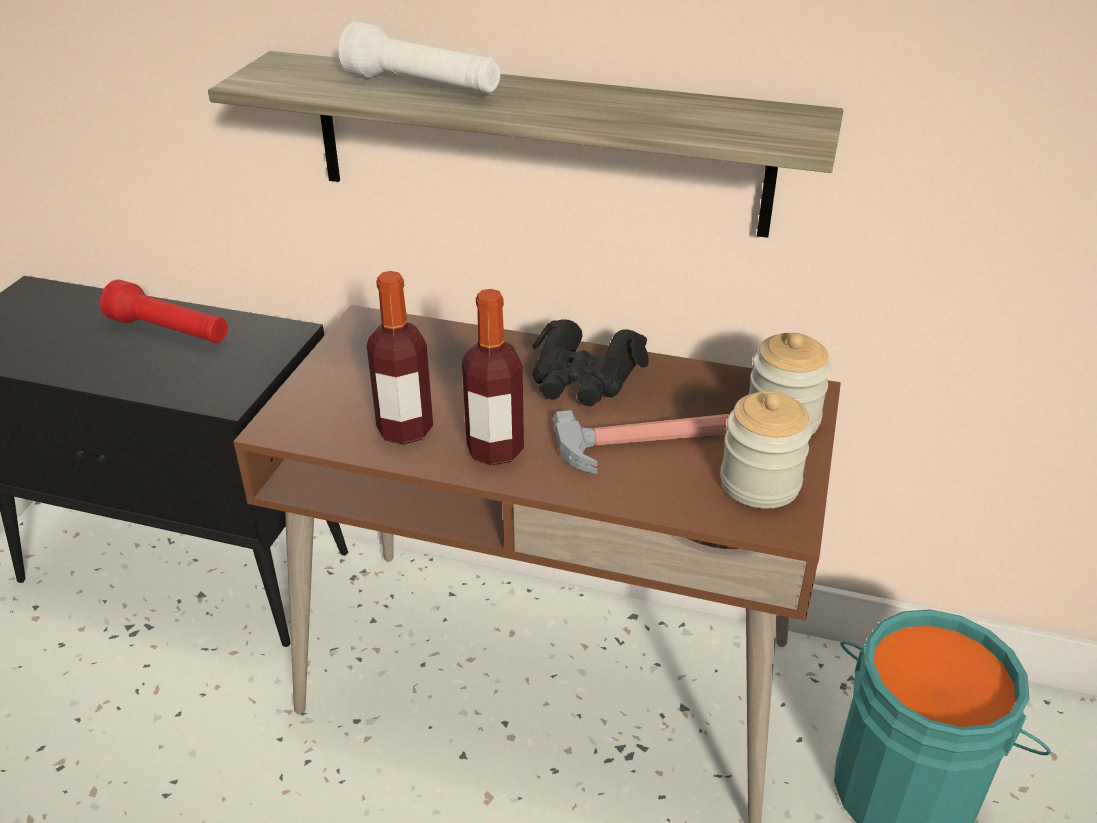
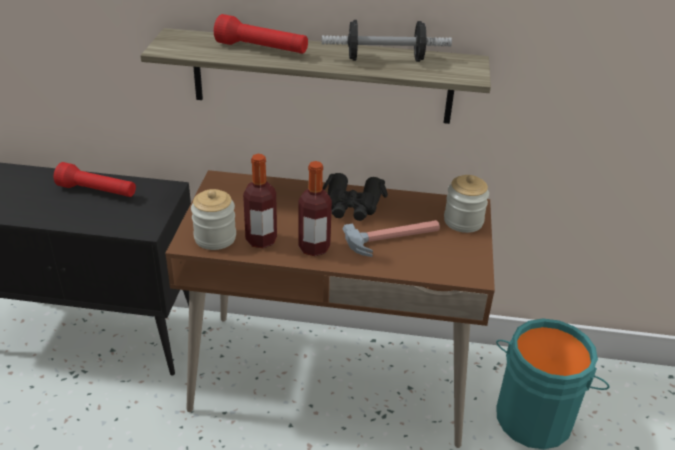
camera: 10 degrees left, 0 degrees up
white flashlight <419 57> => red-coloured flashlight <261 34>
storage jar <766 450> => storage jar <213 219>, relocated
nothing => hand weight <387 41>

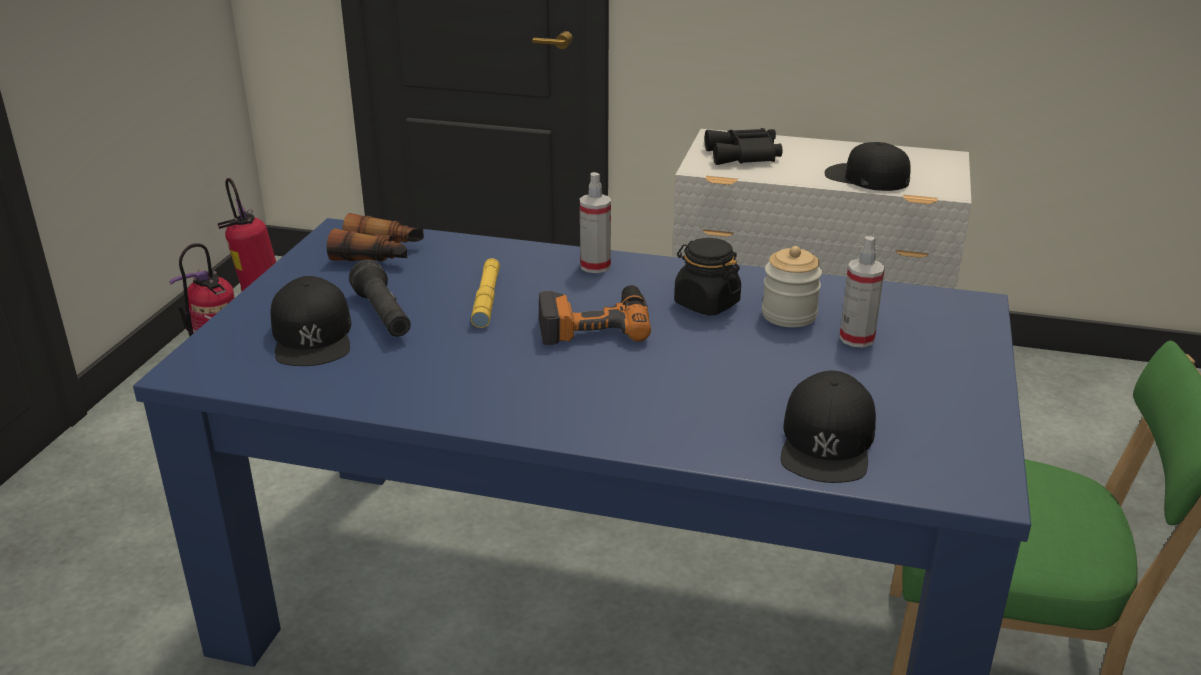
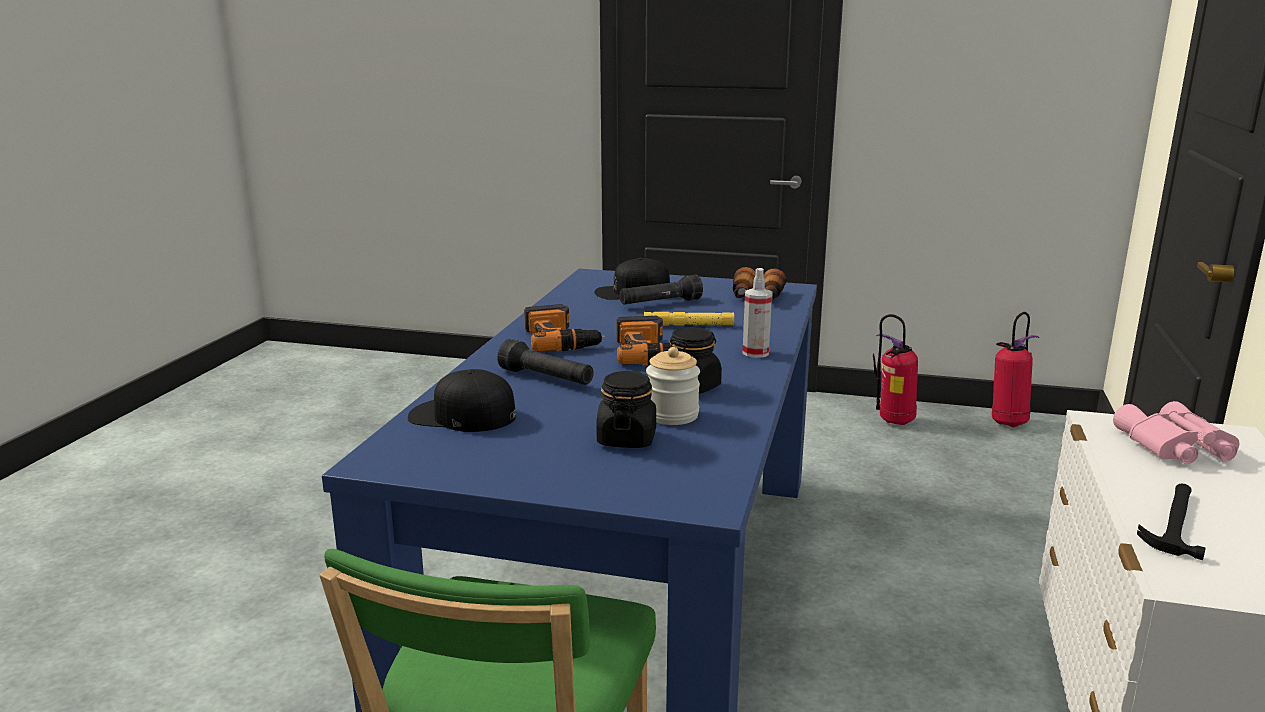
camera: 90 degrees right, 10 degrees down
black binoculars <743 146> => pink-coloured binoculars <1176 432>
black cap <868 166> => hammer <1171 522>
spray bottle <862 292> => black storage jar <626 409>
nothing => power drill <564 328>
nothing => black flashlight <545 362>

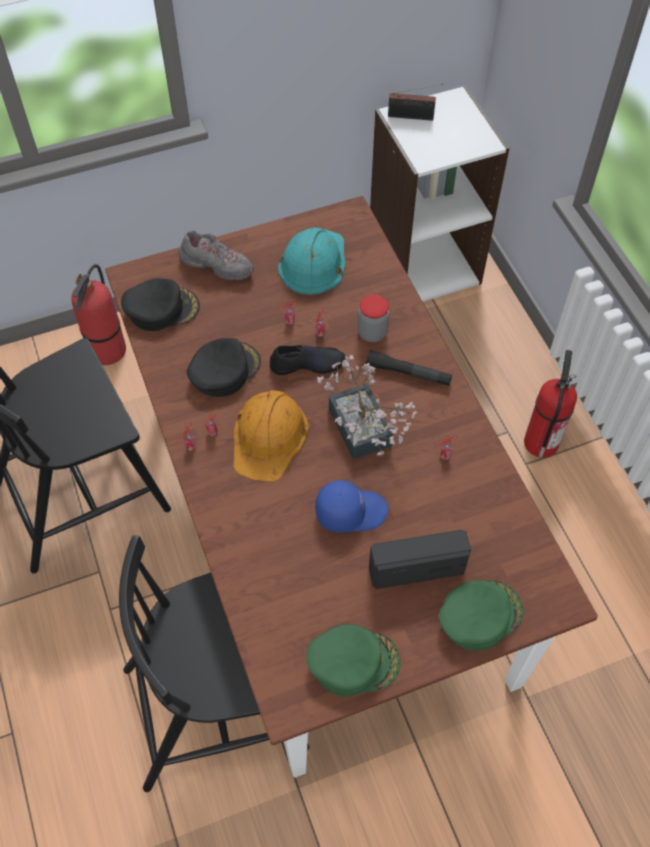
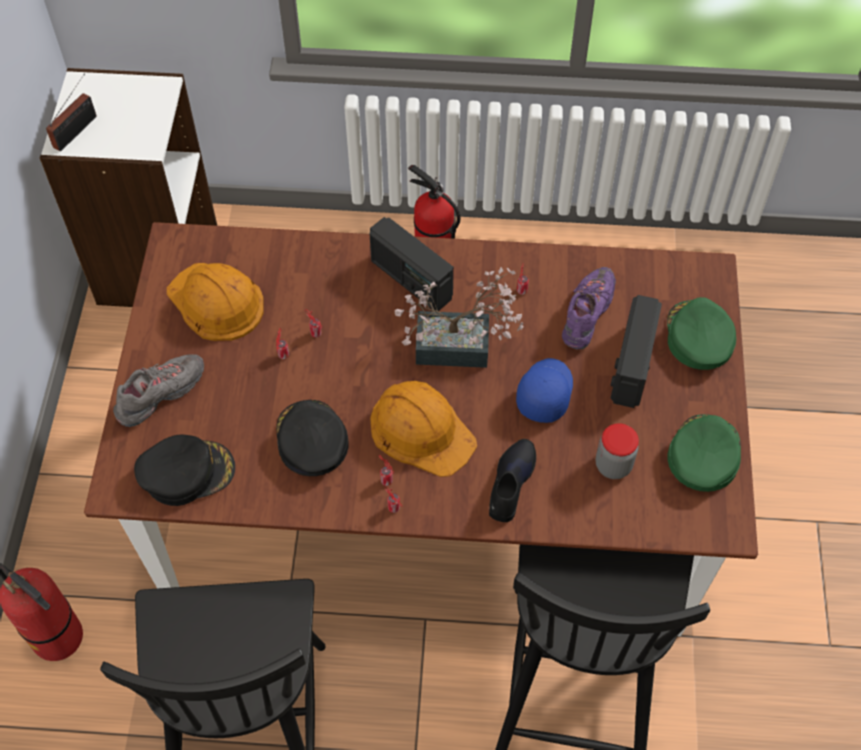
camera: 65 degrees left, 0 degrees up
turquoise-coloured hard hat <311 261> => orange-coloured hard hat <215 302>
black cap <160 304> => black cap <184 470>, 60 degrees clockwise
storage jar <373 318> => storage jar <617 451>, relocated
black shoe <307 360> => black shoe <512 480>, relocated
black flashlight <409 368> => radio set <412 264>
nothing => purple shoe <589 308>

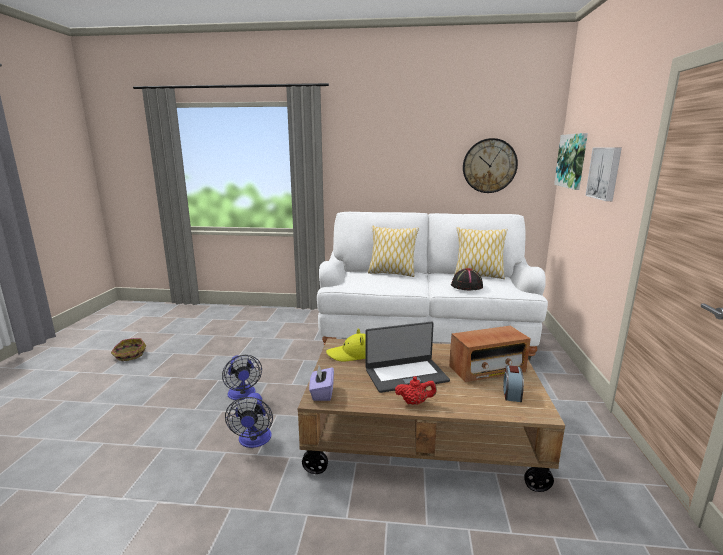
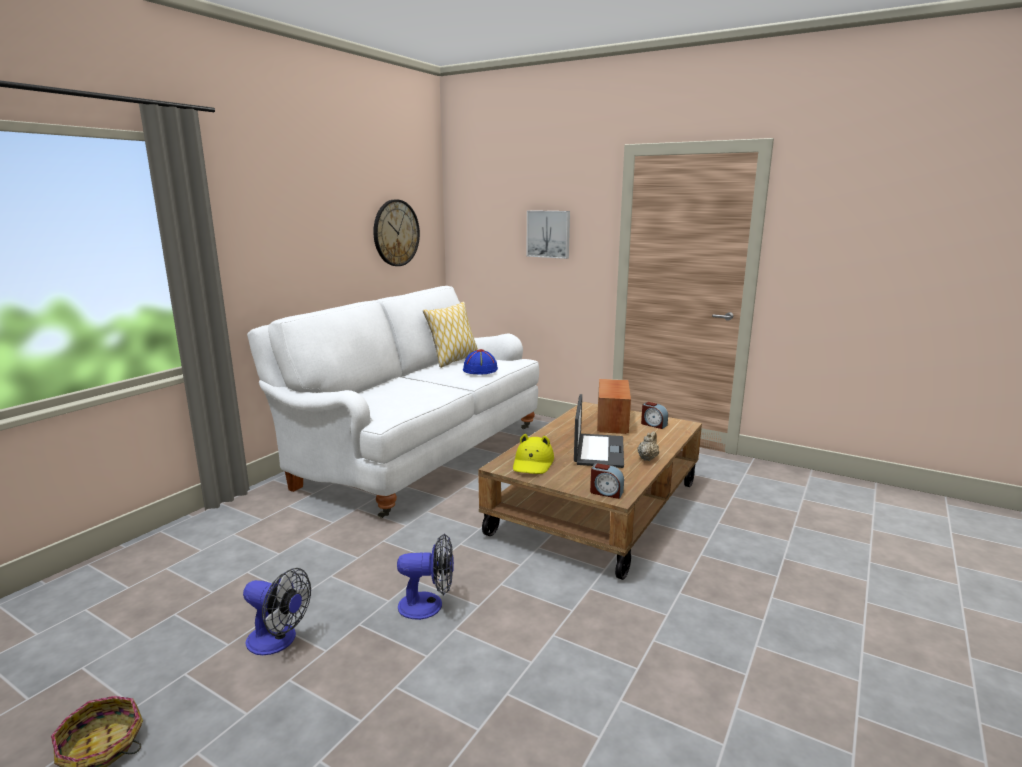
camera: 65 degrees left, 0 degrees up
wall art <571 161> => nothing
pillow <393 251> => nothing
black clothing hat <467 279> => bluish clothing hat <480 362>
purple box of tissues <321 383> => bedside clock <607 481>
red-coloured teapot <416 391> => beige-coloured teapot <648 446>
cooling fan <249 420> => cooling fan <277 611>, relocated

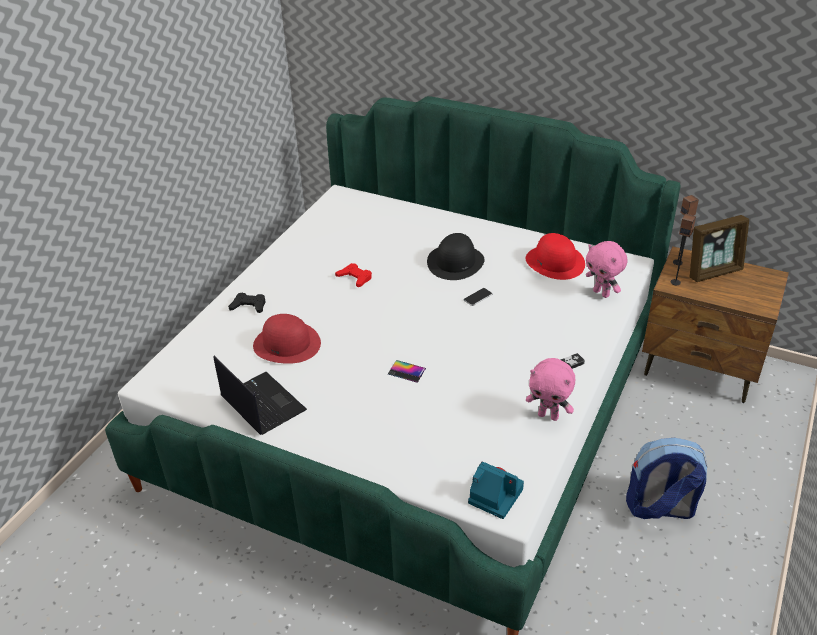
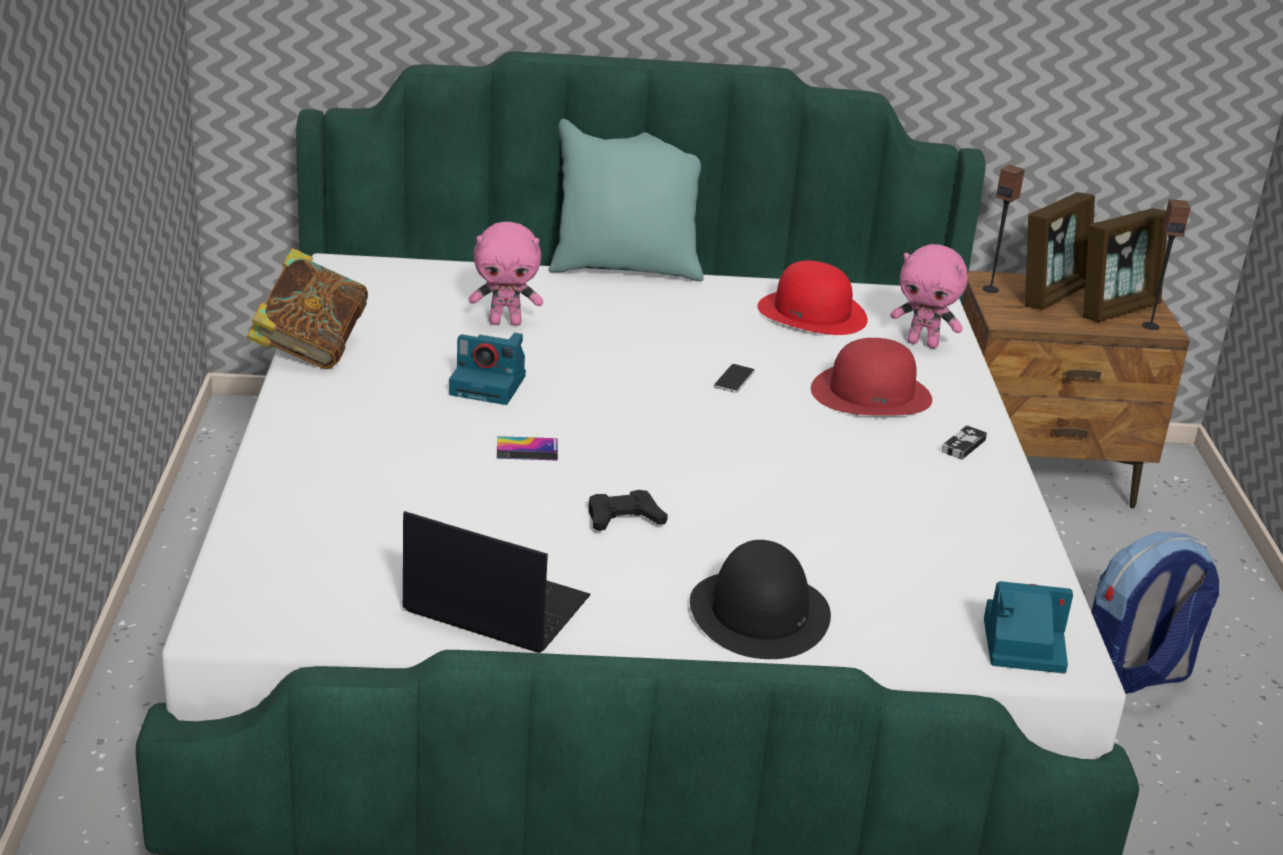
camera: 30 degrees left, 10 degrees down
speaker <683 249> => speaker <1166 264>, relocated
black clothing hat <456 256> => black clothing hat <760 599>, relocated
red-coloured game controller <353 275> => still camera <487 369>
black game controller <247 303> => black game controller <628 510>, relocated
red-coloured clothing hat <287 339> => red-coloured clothing hat <871 377>, relocated
pink-coloured cuddly toy <550 389> => pink-coloured cuddly toy <506 274>, relocated
telephone <407 371> => telephone <527 448>, relocated
nothing => turquoise-coloured pillow <626 200>
nothing => picture frame <1125 265>
nothing => volume <307 308>

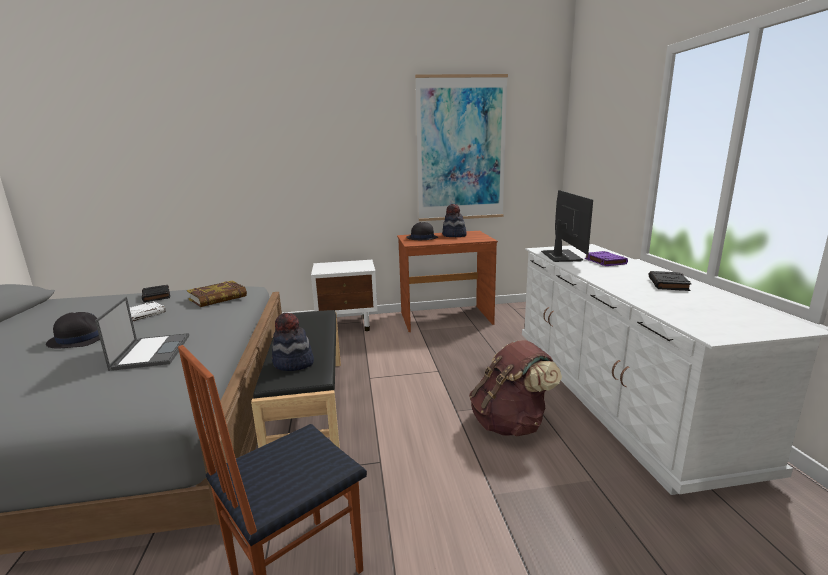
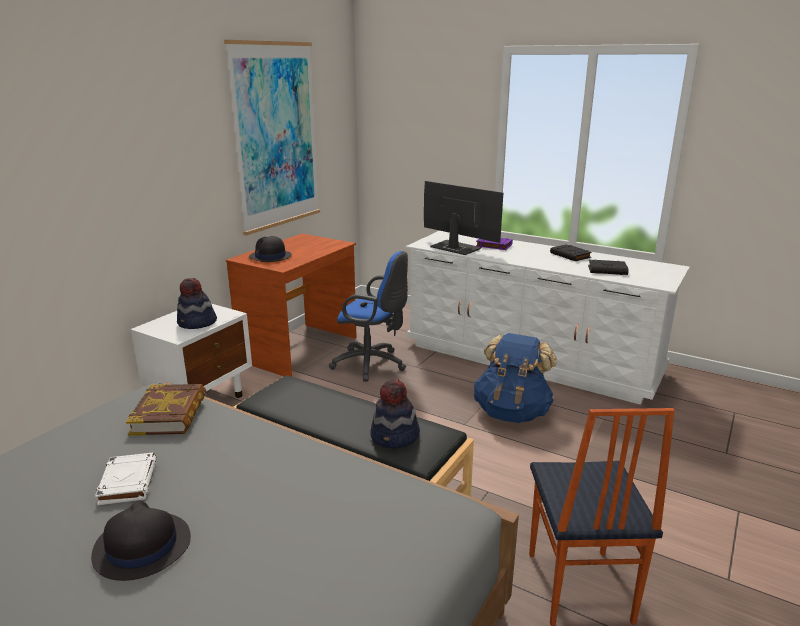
camera: 50 degrees left, 5 degrees up
clothing hat <454 220> => clothing hat <197 303>, relocated
black volume <156 293> => black volume <608 267>, relocated
laptop <142 334> => nothing
brownish backpack <515 388> => bluish backpack <515 378>
nothing => bluish desk chair <368 316>

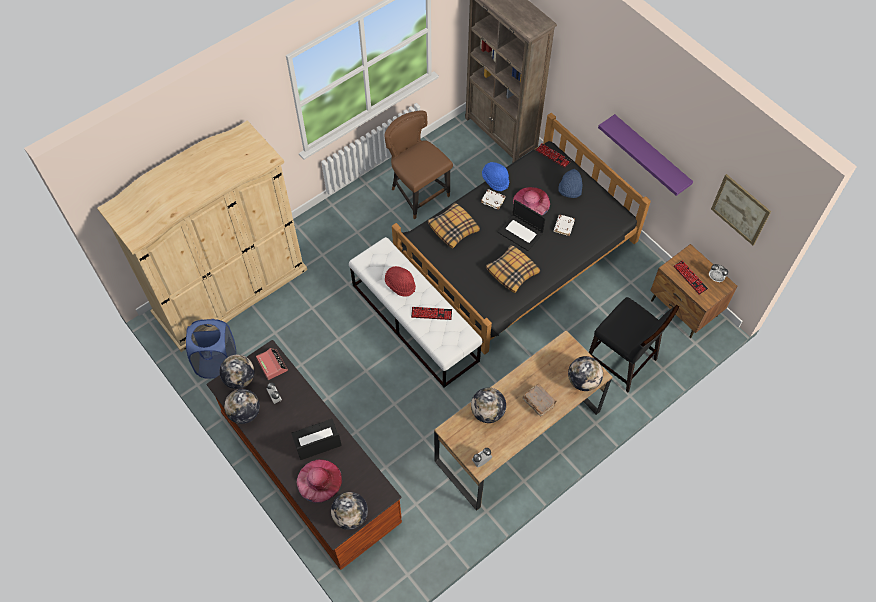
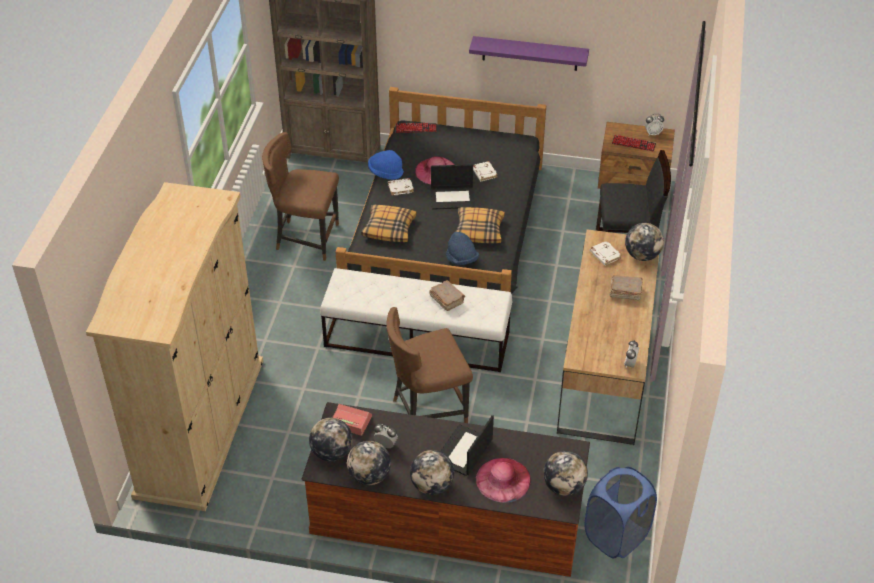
camera: 40 degrees left, 15 degrees down
bluish clothing hat <570 183> => bluish clothing hat <462 248>, relocated
wall art <741 209> => nothing
red-coloured clothing hat <400 281> => nothing
computer keyboard <431 313> => brownish volume <447 295>
bluish hamper <211 348> => bluish hamper <621 512>, relocated
desk globe <488 405> => desk globe <432 472>, relocated
nothing => white volume <606 253>
nothing => brownish plain chair <429 365>

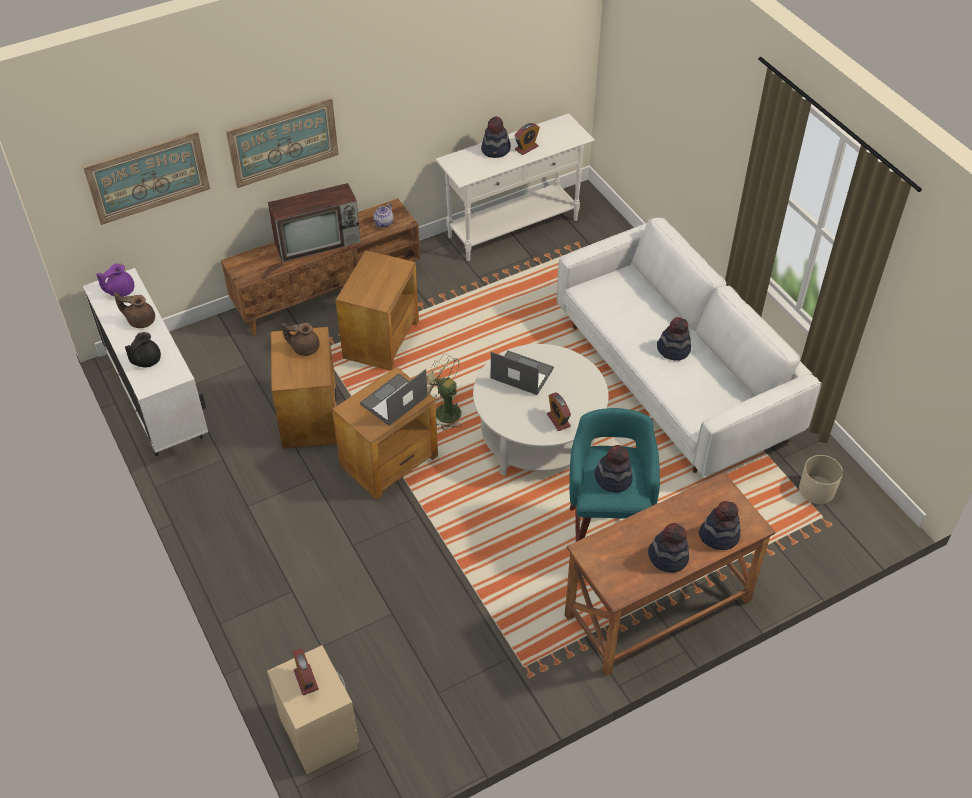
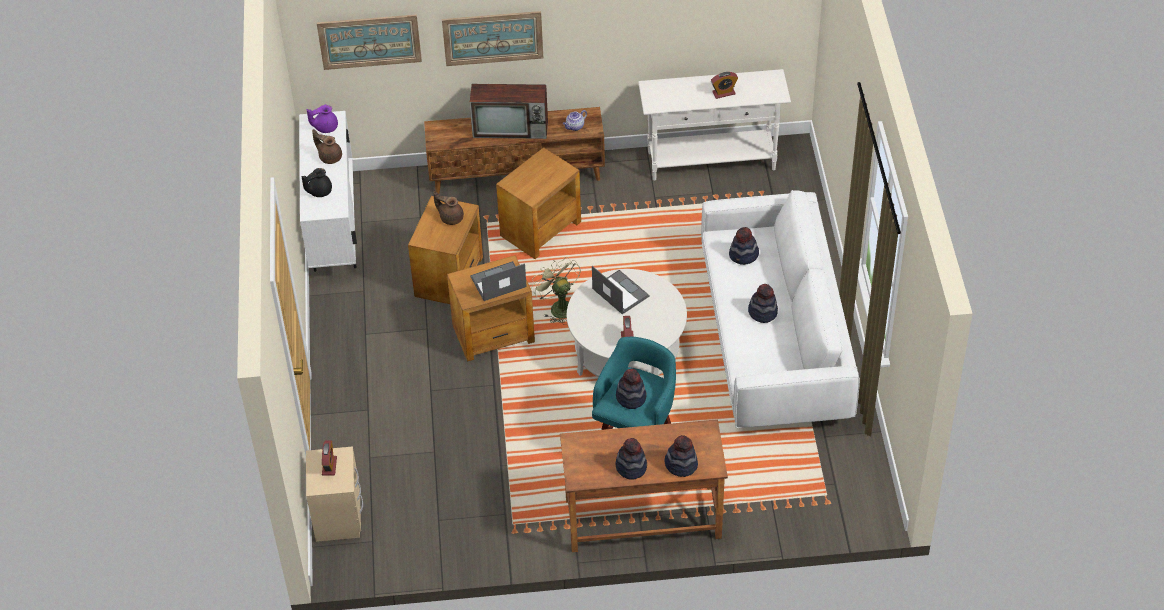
camera: 25 degrees right, 0 degrees up
clothing hat <496 137> => clothing hat <744 246>, relocated
beige-coloured planter <821 479> => nothing

